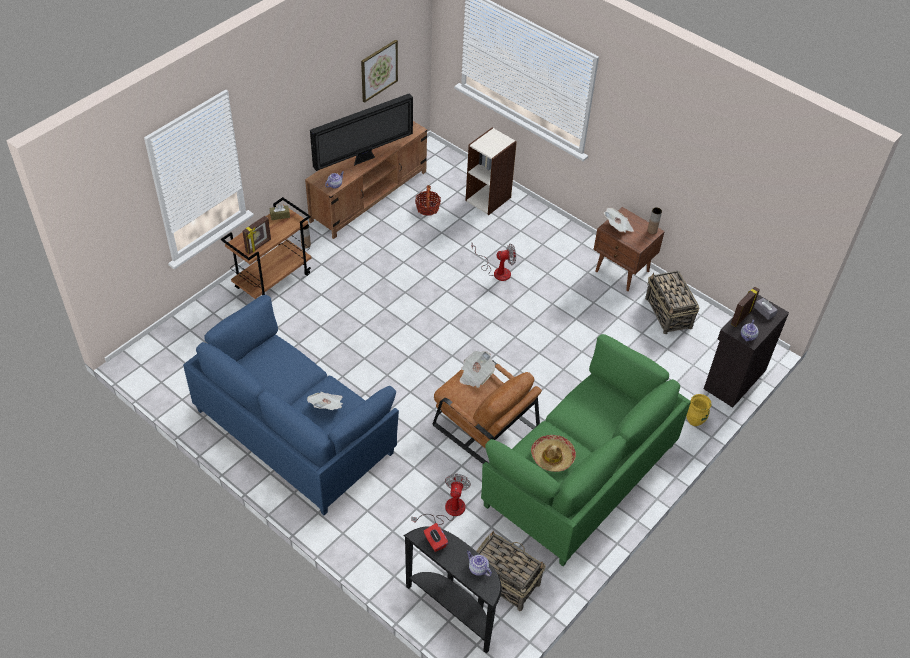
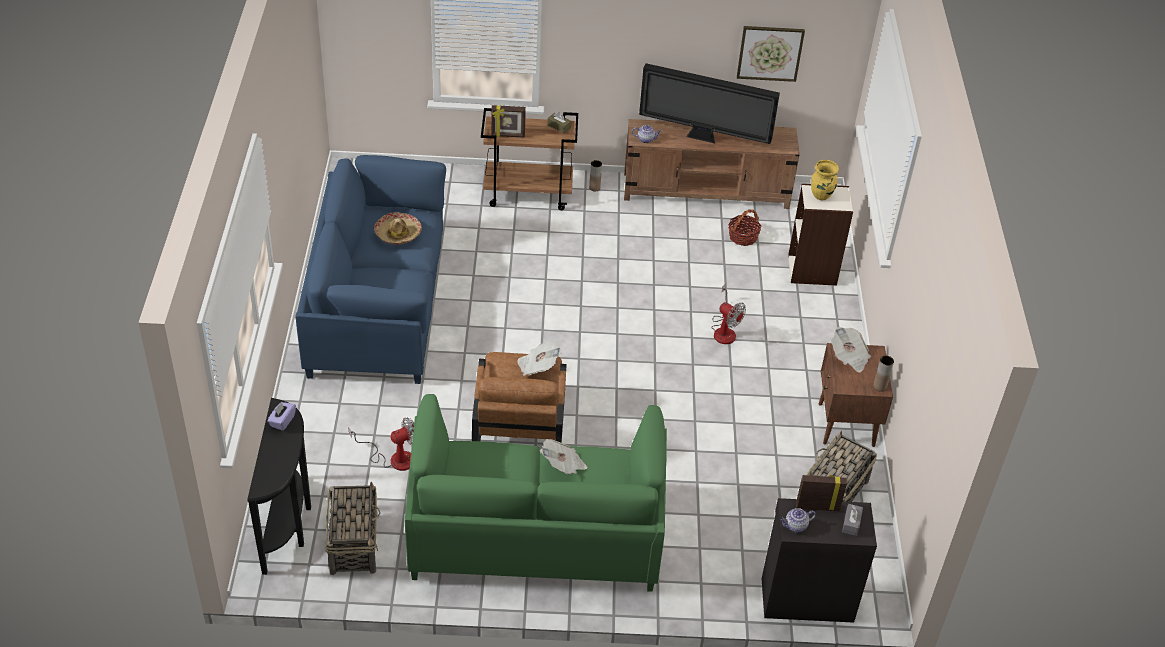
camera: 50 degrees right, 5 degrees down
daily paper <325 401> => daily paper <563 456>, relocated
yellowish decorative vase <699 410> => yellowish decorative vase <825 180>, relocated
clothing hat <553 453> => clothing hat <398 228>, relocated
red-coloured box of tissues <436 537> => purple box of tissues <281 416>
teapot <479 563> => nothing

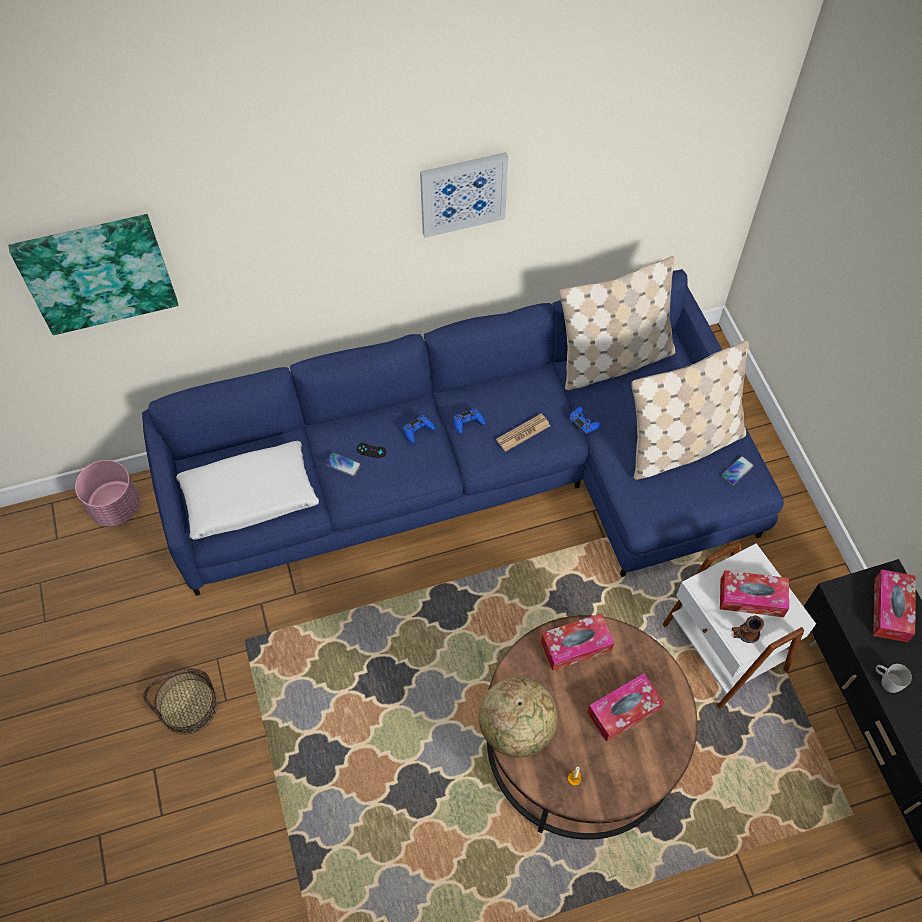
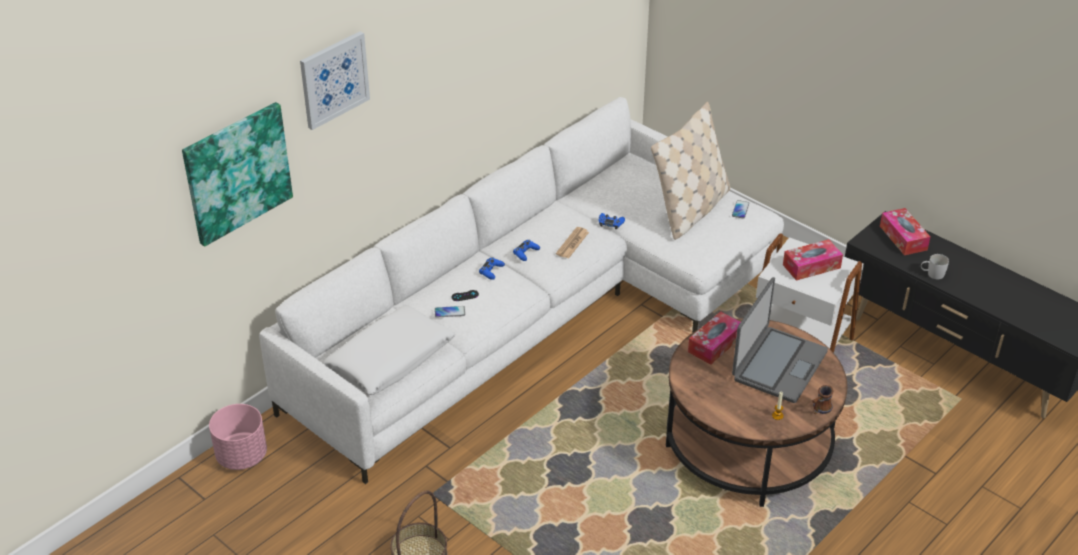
camera: 30 degrees left, 20 degrees down
wall art <464 195> => wall art <335 80>, relocated
beige-coloured pillow <617 323> => nothing
bluish sofa <463 432> => white sofa <521 290>
tea mug <748 629> => tea mug <823 399>, relocated
box of tissues <625 708> => laptop <780 340>
desk globe <518 717> => nothing

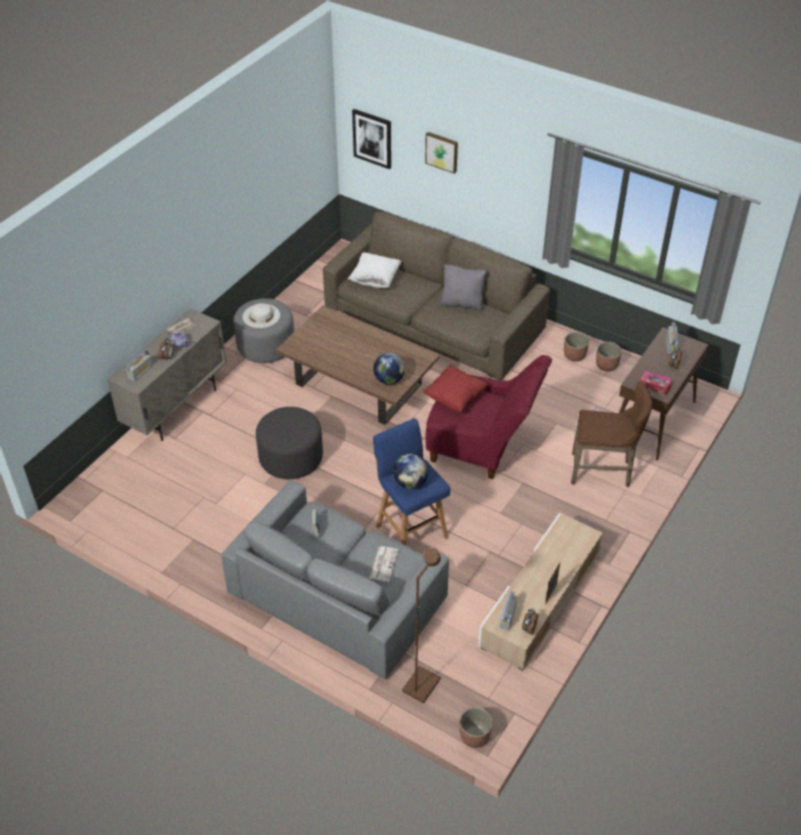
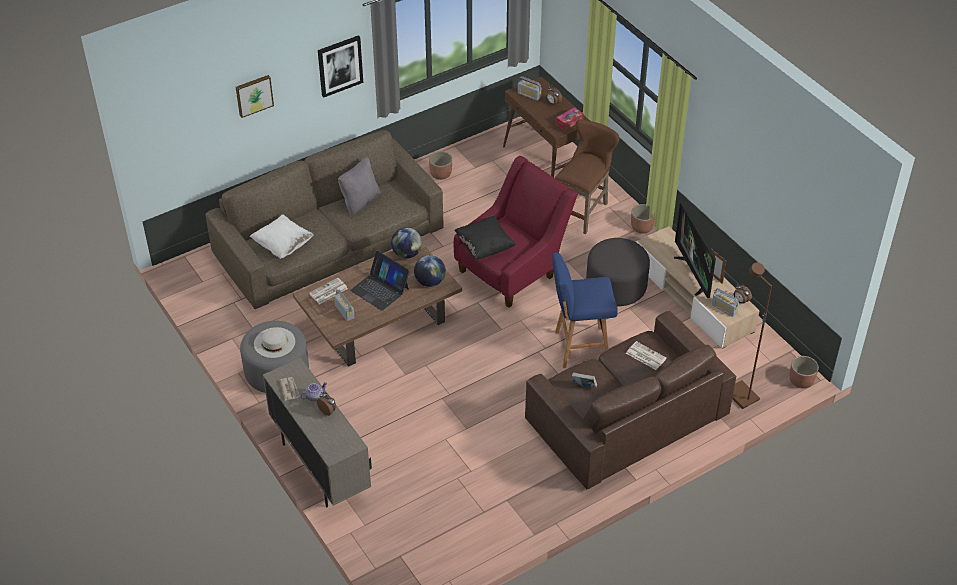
camera: 65 degrees left, 0 degrees up
wall art <371 139> => wall art <340 66>, relocated
planter <609 357> => planter <643 219>, relocated
radio set <139 365> => radio set <344 305>, relocated
red-coloured pillow <455 389> => black pillow <485 237>
greyish ottoman <289 443> => greyish ottoman <618 272>, relocated
desk globe <411 471> => desk globe <406 243>, relocated
greyish sofa <335 579> => brownish sofa <630 400>
nothing => TV set <695 250>
nothing => laptop <380 281>
nothing => daily paper <328 291>

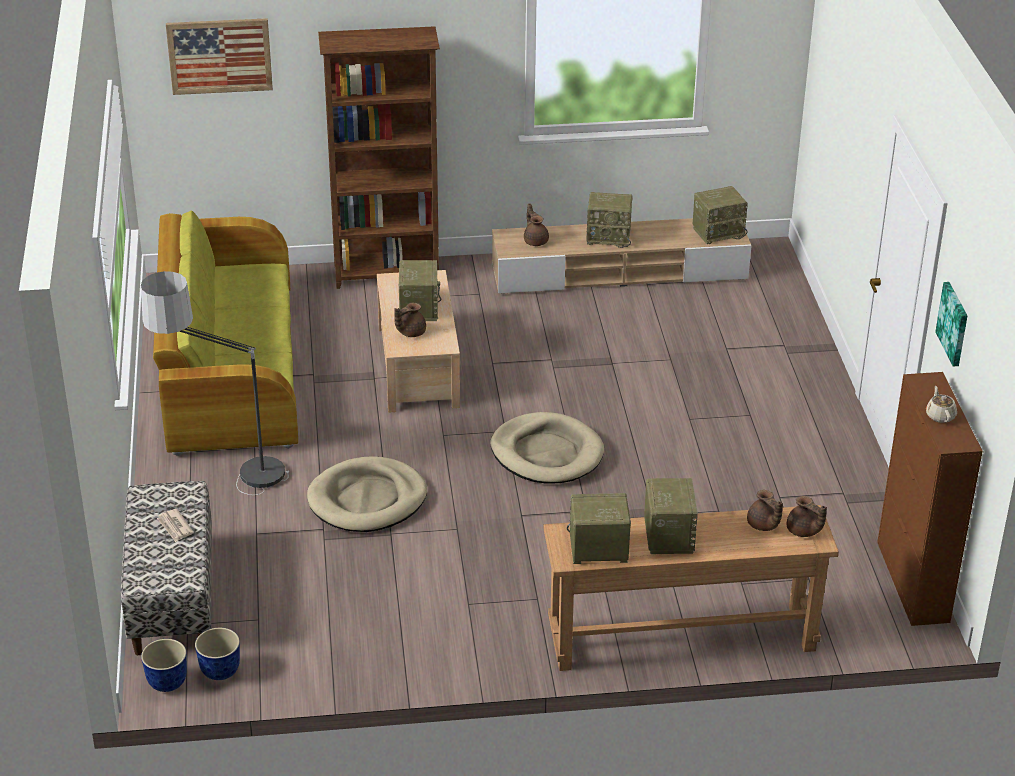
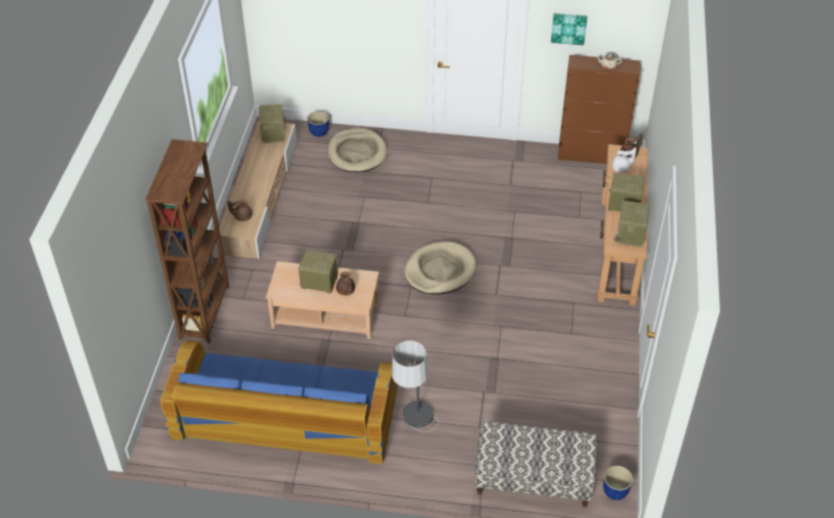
camera: 75 degrees left, 10 degrees up
wall art <219 56> => nothing
radio set <609 220> => nothing
green-coloured sofa <225 333> => bluish sofa <278 402>
beige-coloured dog cushion <367 494> => beige-coloured dog cushion <357 150>, relocated
brownish teapot <765 510> => white teapot <624 159>
daily paper <175 525> => nothing
planter <217 654> => planter <318 124>, relocated

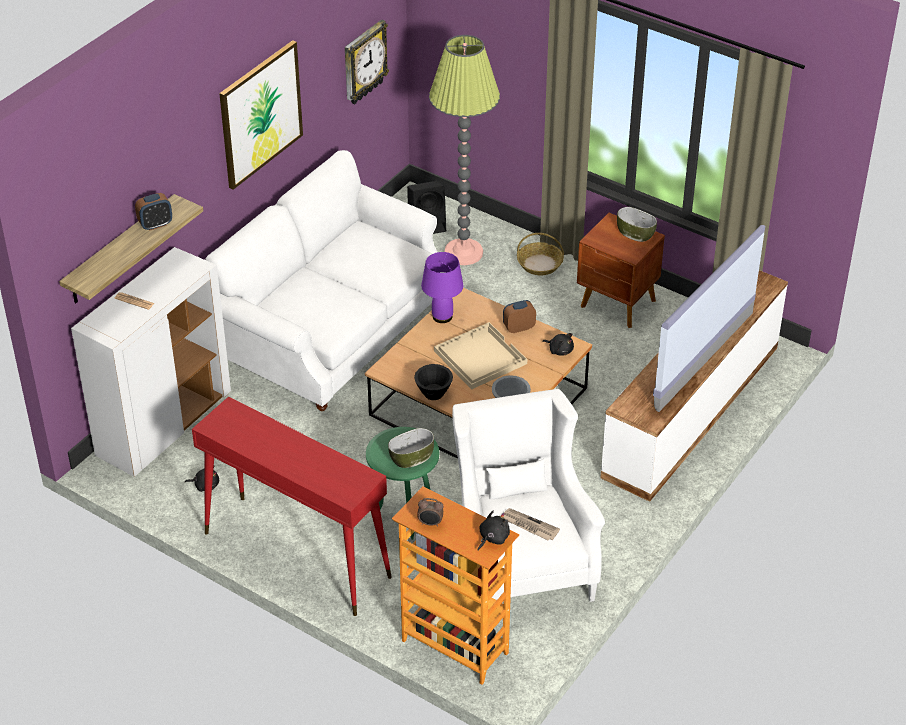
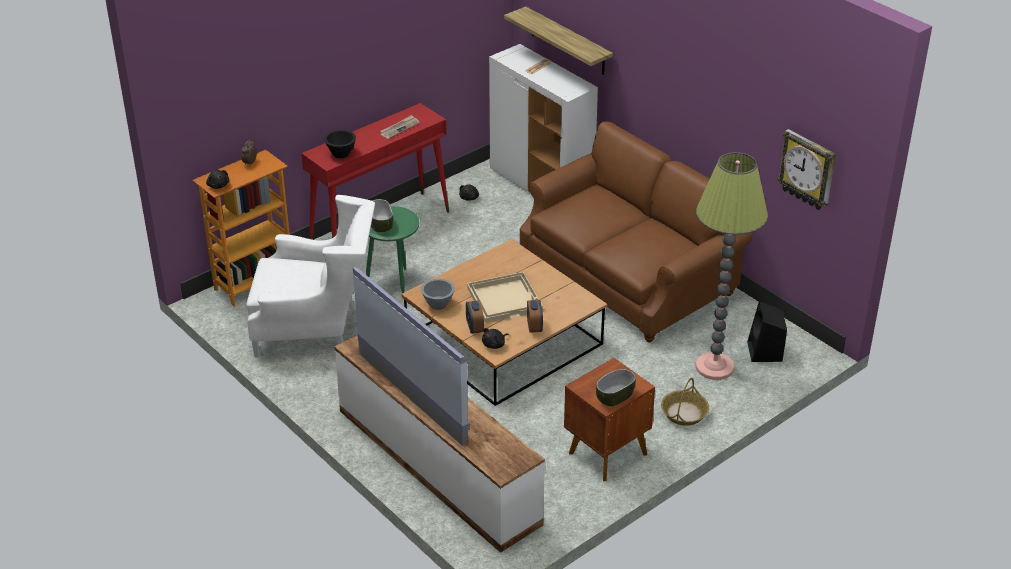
camera: 105 degrees right, 5 degrees down
wall art <261 115> => nothing
white sofa <324 280> => brownish sofa <636 231>
bedside clock <153 212> => bedside clock <475 317>, relocated
purple tabletop lamp <442 287> => nothing
black bowl <433 382> => black bowl <340 144>, relocated
daily paper <532 524> => daily paper <400 127>, relocated

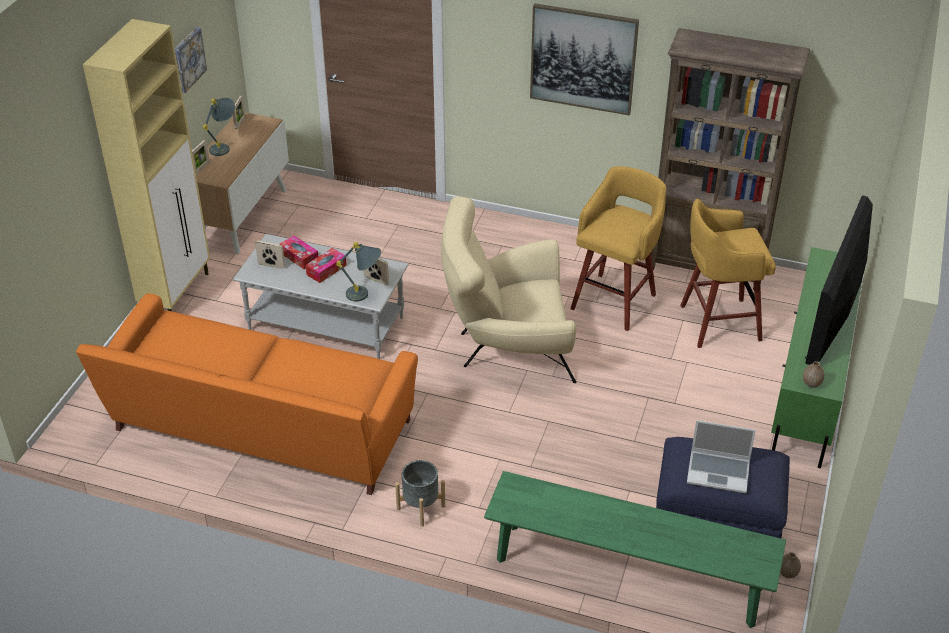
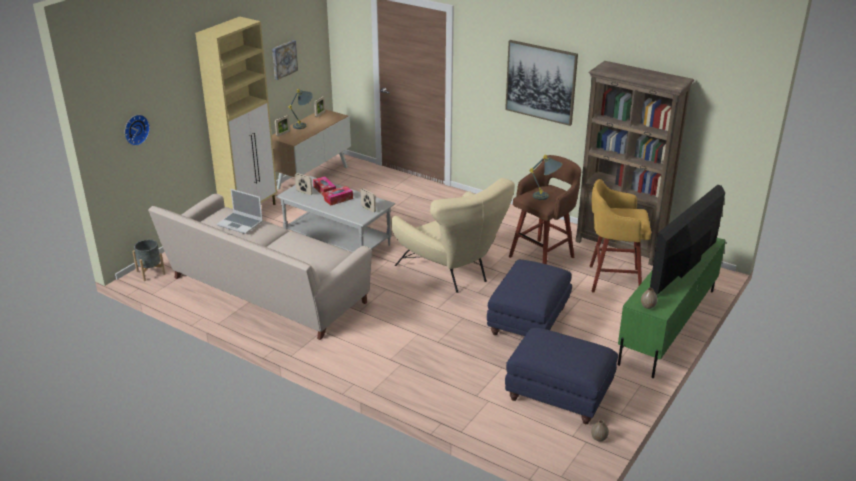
camera: 15 degrees right, 10 degrees down
yellowish stool seat <618 248> => brownish stool seat <545 209>
beige-coloured easy chair <508 289> => beige-coloured easy chair <453 235>, 135 degrees counterclockwise
greyish tabletop lamp <358 271> => greyish tabletop lamp <546 177>, relocated
orange-coloured sofa <247 394> => beige-coloured sofa <260 266>
laptop <721 456> => laptop <240 211>, relocated
greyish planter <420 493> => greyish planter <148 260>, relocated
green-coloured long seat <635 549> => nothing
nothing => wall clock <137 130>
nothing => bluish ottoman <529 298>

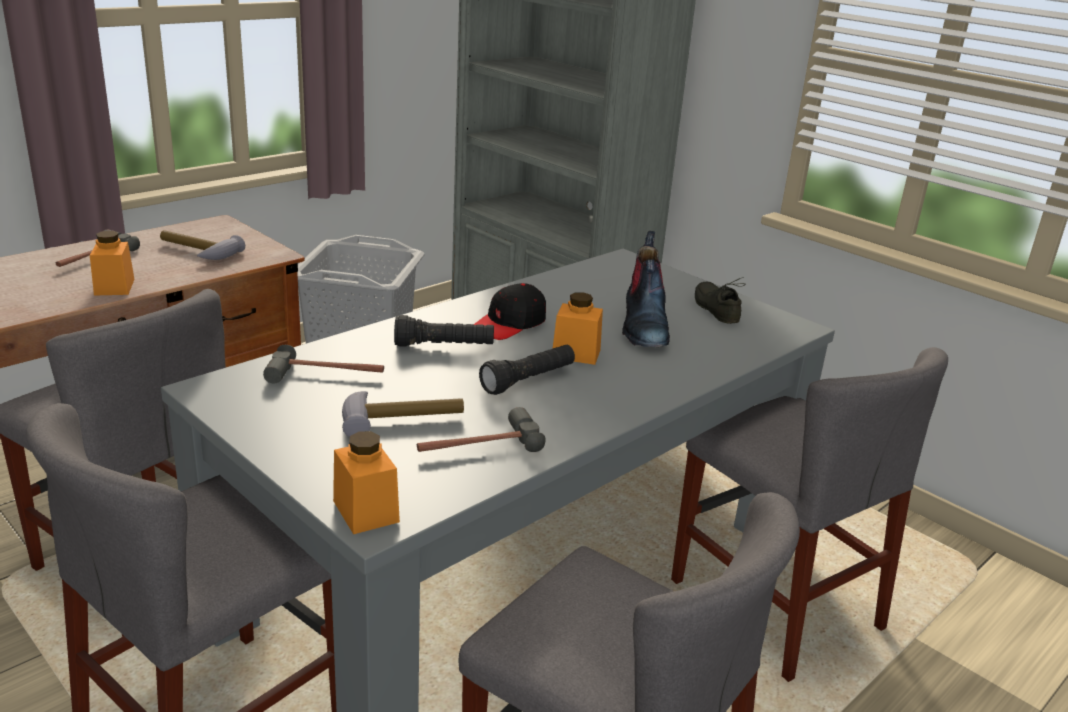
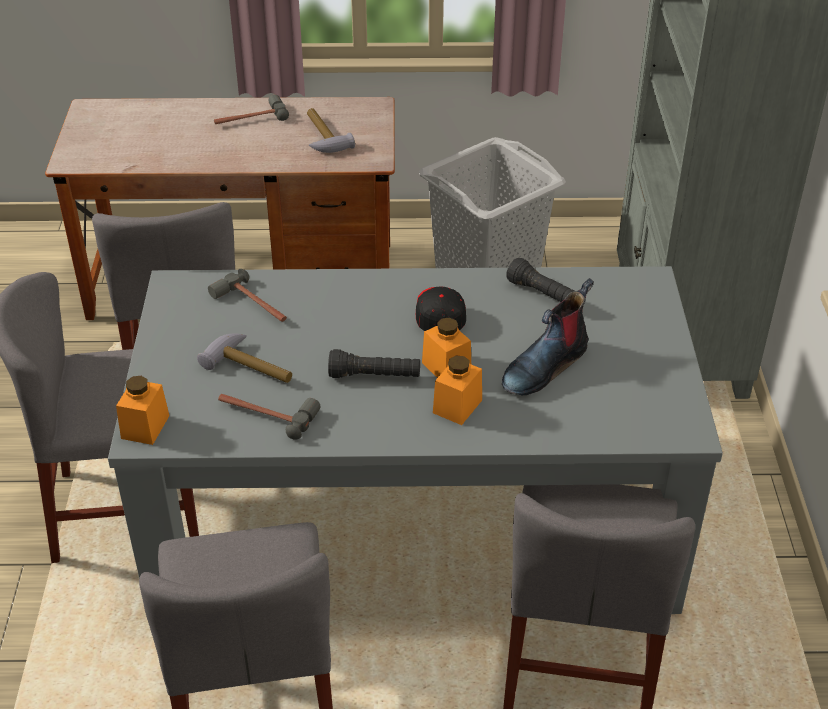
camera: 45 degrees right, 15 degrees up
orange-coloured storage jar <112 263> => orange-coloured storage jar <457 390>, relocated
greyish shoe <720 300> => nothing
black cap <509 311> => black cap <441 308>, 90 degrees clockwise
black flashlight <444 331> => black flashlight <545 280>, relocated

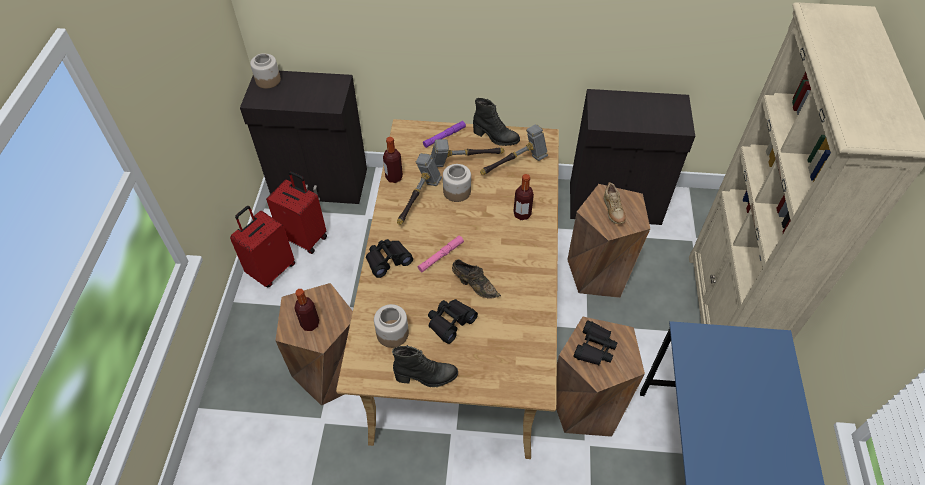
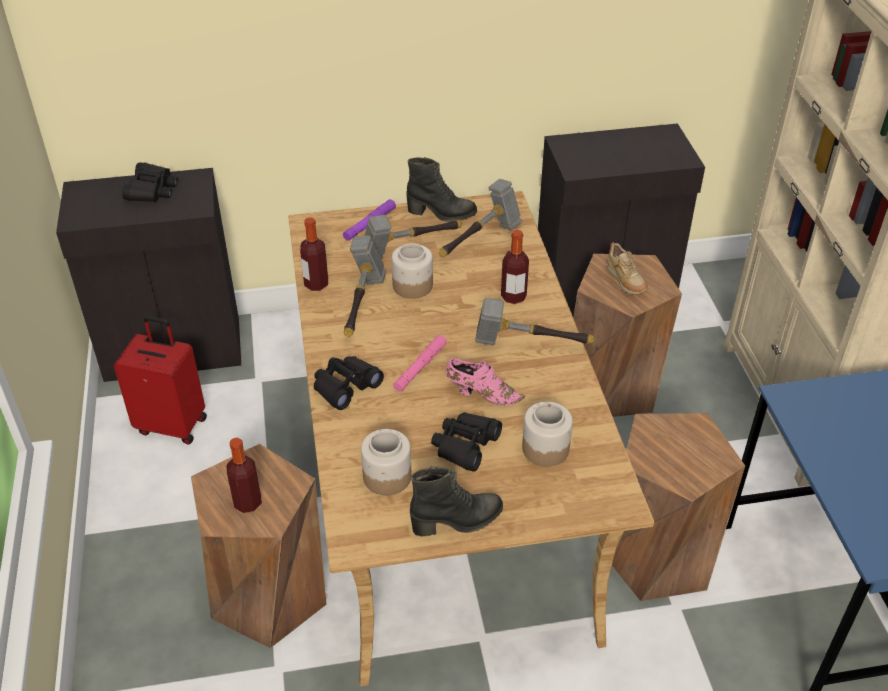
camera: 15 degrees left, 10 degrees down
storage jar <265 71> => storage jar <547 434>, relocated
red-coloured travel case <262 246> => nothing
brownish shoe <476 278> => pink-coloured shoe <485 382>
black binoculars <595 342> => black binoculars <150 182>, relocated
nothing => hammer <535 321>

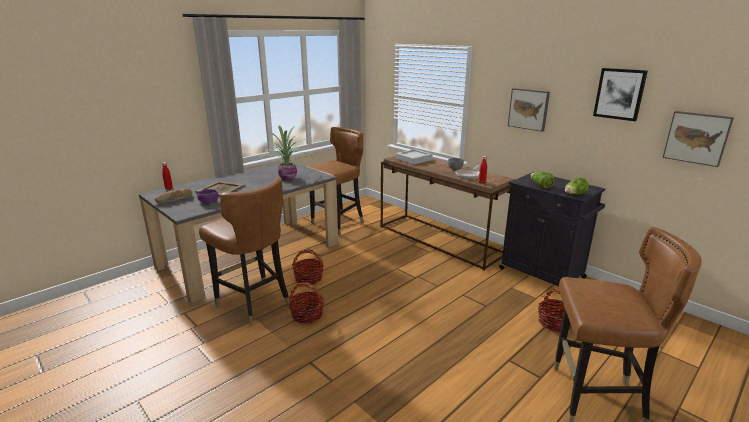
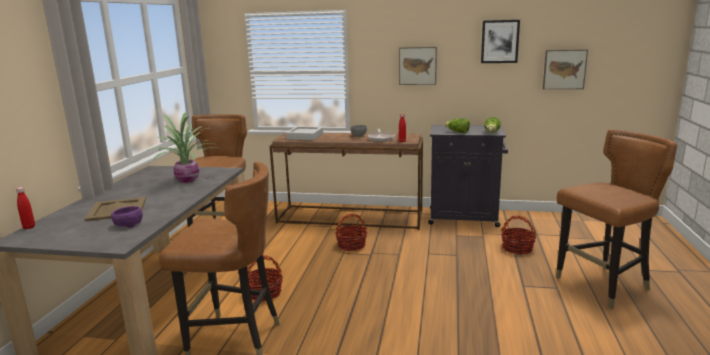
camera: 35 degrees left, 5 degrees down
baked bread <174 196> => nothing
basket <306 303> => basket <351 232>, relocated

